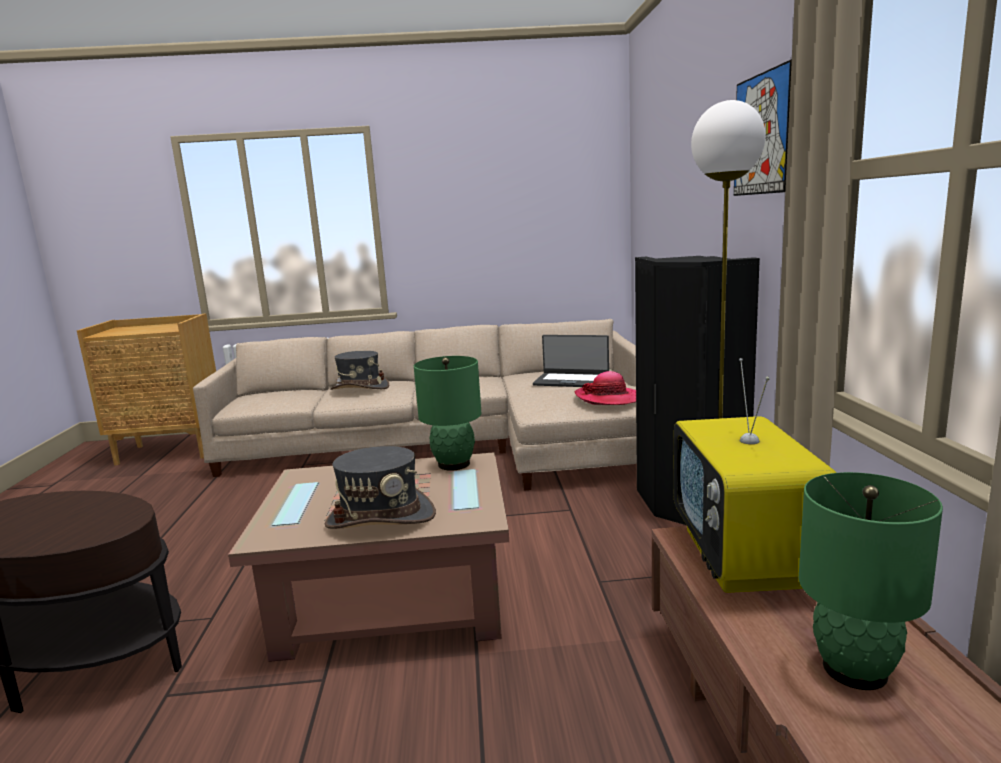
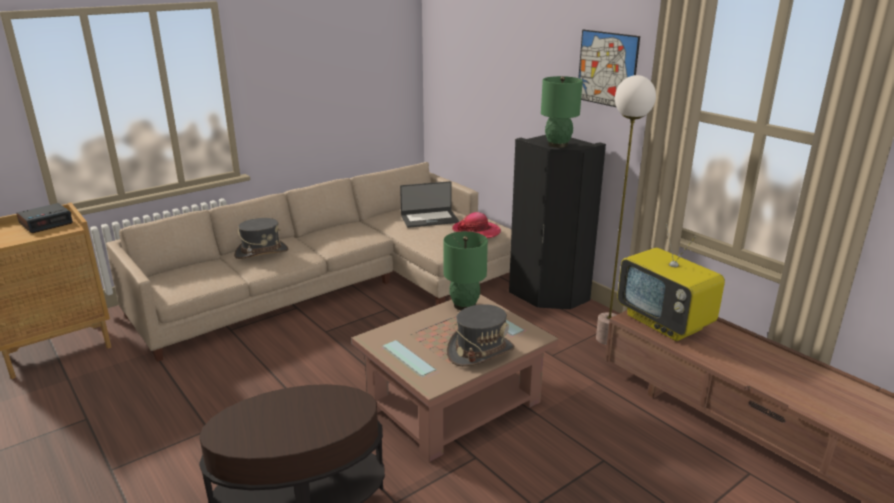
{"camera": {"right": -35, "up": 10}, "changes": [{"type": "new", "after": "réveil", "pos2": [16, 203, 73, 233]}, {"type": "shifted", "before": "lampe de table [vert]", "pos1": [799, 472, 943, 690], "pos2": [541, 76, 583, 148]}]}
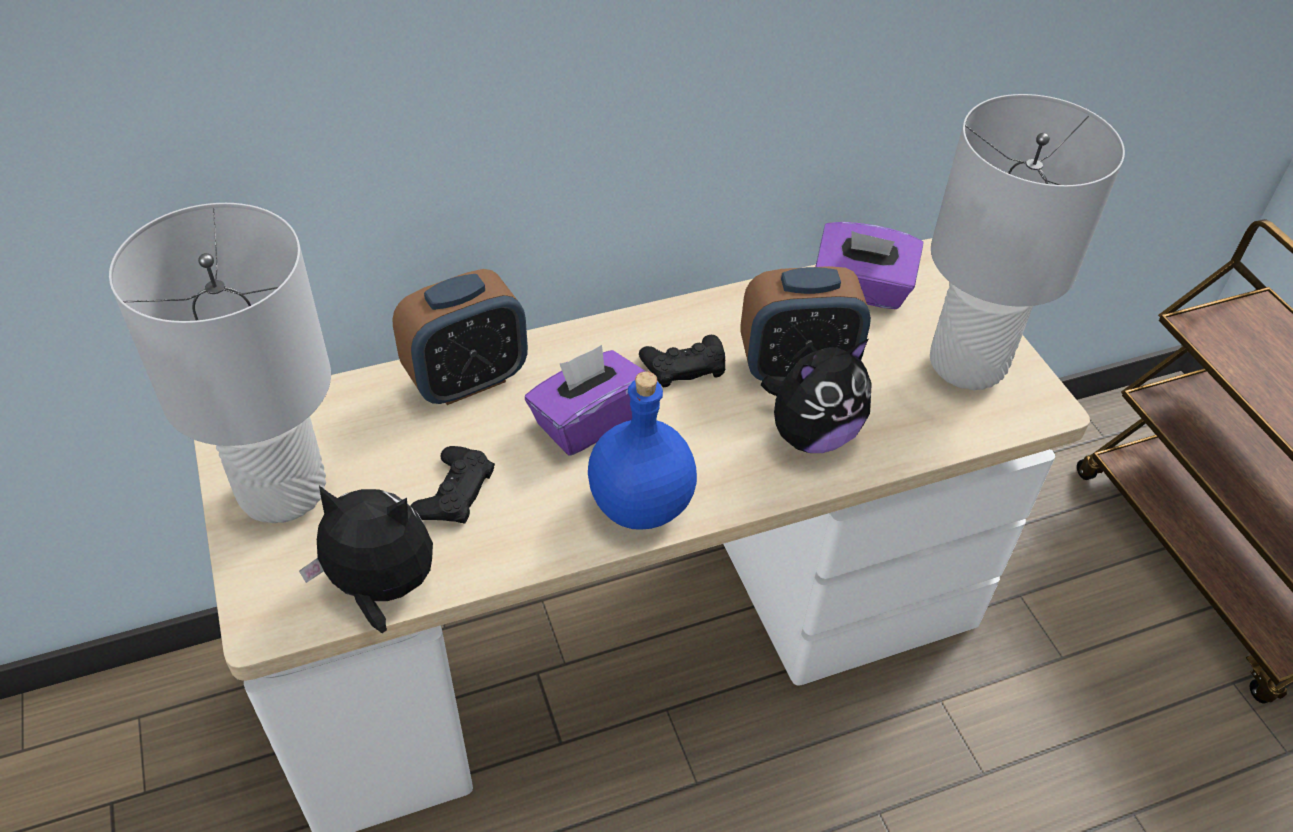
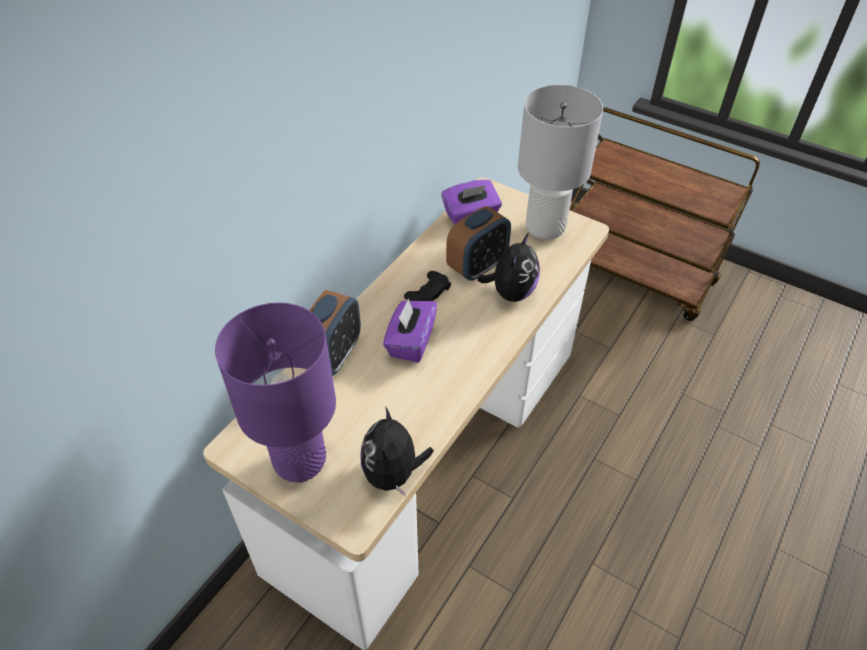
{"camera": {"right": -35, "up": 0}, "changes": [{"type": "repainted", "before": "lampe de table [gris]", "after": "lampe de table [violet]", "pos1": [109, 203, 331, 523], "pos2": [215, 303, 336, 483]}, {"type": "rotated", "before": "peluche", "pos1": [299, 485, 433, 633], "pos2": [360, 406, 434, 497], "turn": -60}, {"type": "gone", "before": "manette [noir]", "pos1": [410, 446, 495, 523]}, {"type": "gone", "before": "bouteille [bleu]", "pos1": [588, 371, 697, 530]}]}
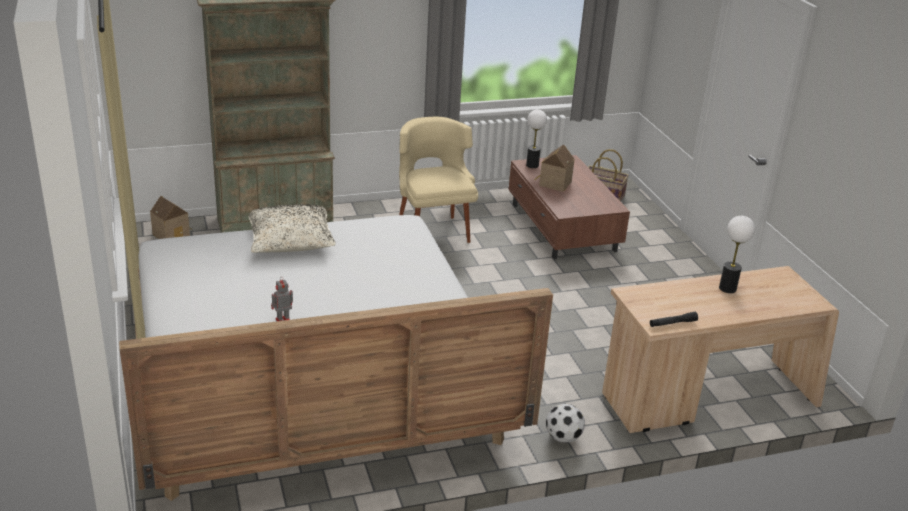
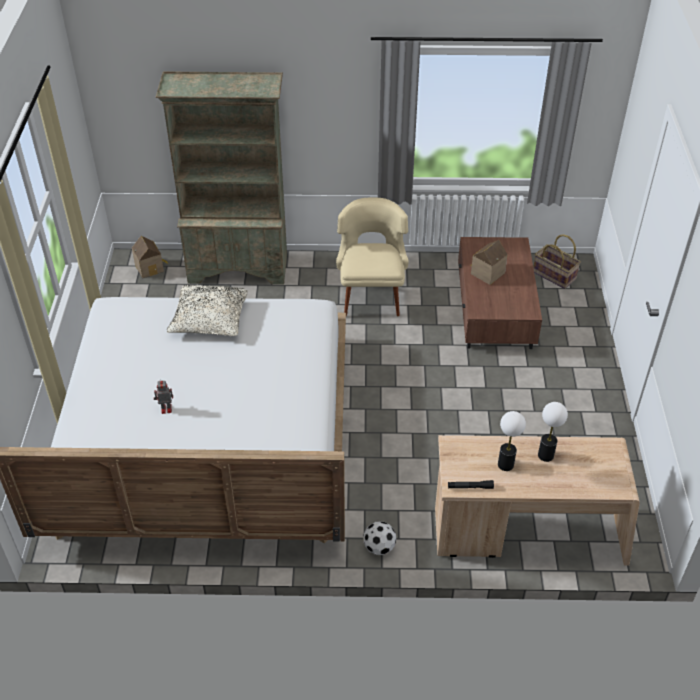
{"camera": {"right": 20, "up": 15}, "changes": [{"type": "shifted", "before": "lampe de table", "pos1": [526, 110, 547, 168], "pos2": [498, 411, 526, 471]}]}
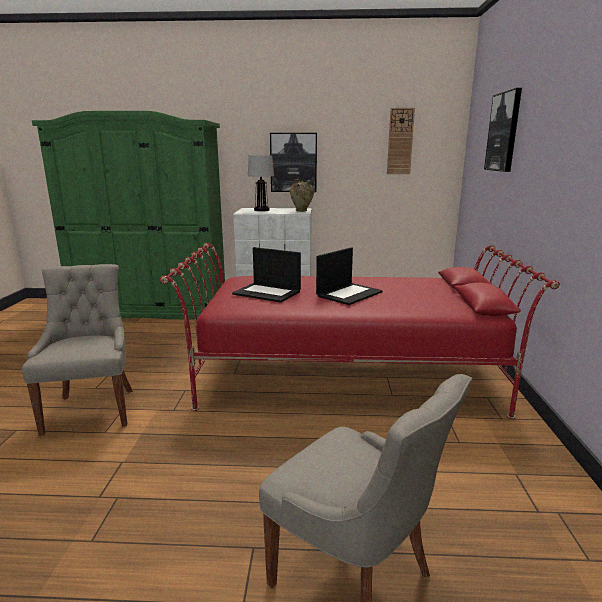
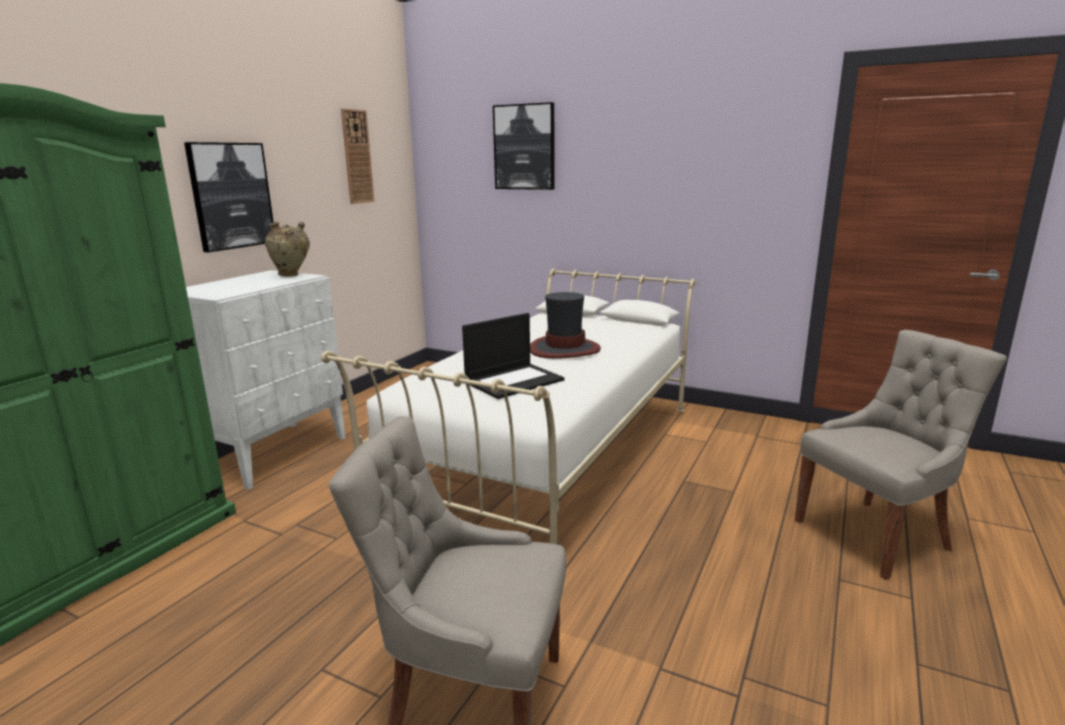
{"camera": {"right": -65, "up": 0}, "changes": [{"type": "repainted", "before": "lit [rouge]", "after": "lit [blanc]", "pos1": [160, 243, 560, 419], "pos2": [321, 268, 696, 544]}, {"type": "swapped", "before": "ordinateur portable", "after": "chapeau", "pos1": [316, 247, 383, 305], "pos2": [530, 292, 601, 359]}, {"type": "gone", "before": "lampe de table", "pos1": [248, 155, 274, 211]}]}
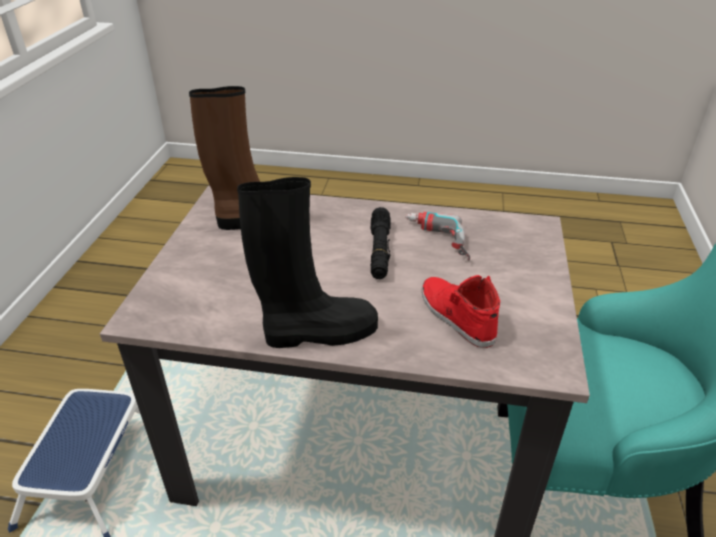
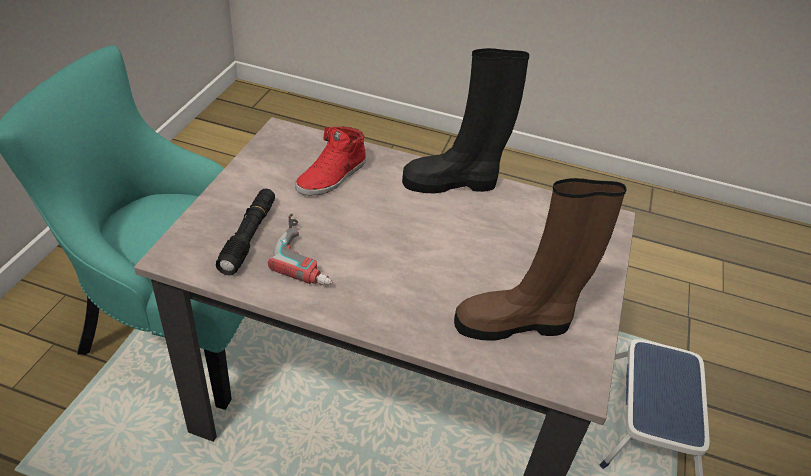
{"camera": {"right": -175, "up": 5}, "changes": [{"type": "shifted", "before": "lampe de poche [noir]", "pos1": [370, 207, 391, 279], "pos2": [216, 189, 275, 275]}, {"type": "rotated", "before": "chaussure [rouge]", "pos1": [422, 275, 500, 348], "pos2": [295, 127, 366, 196], "turn": 60}]}
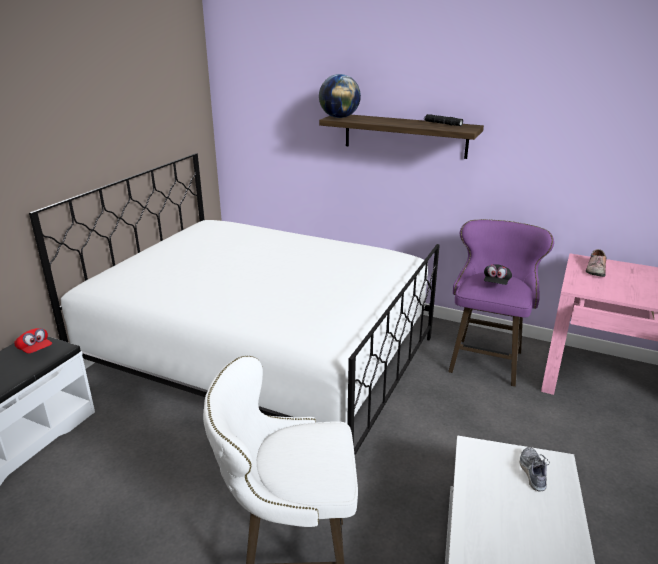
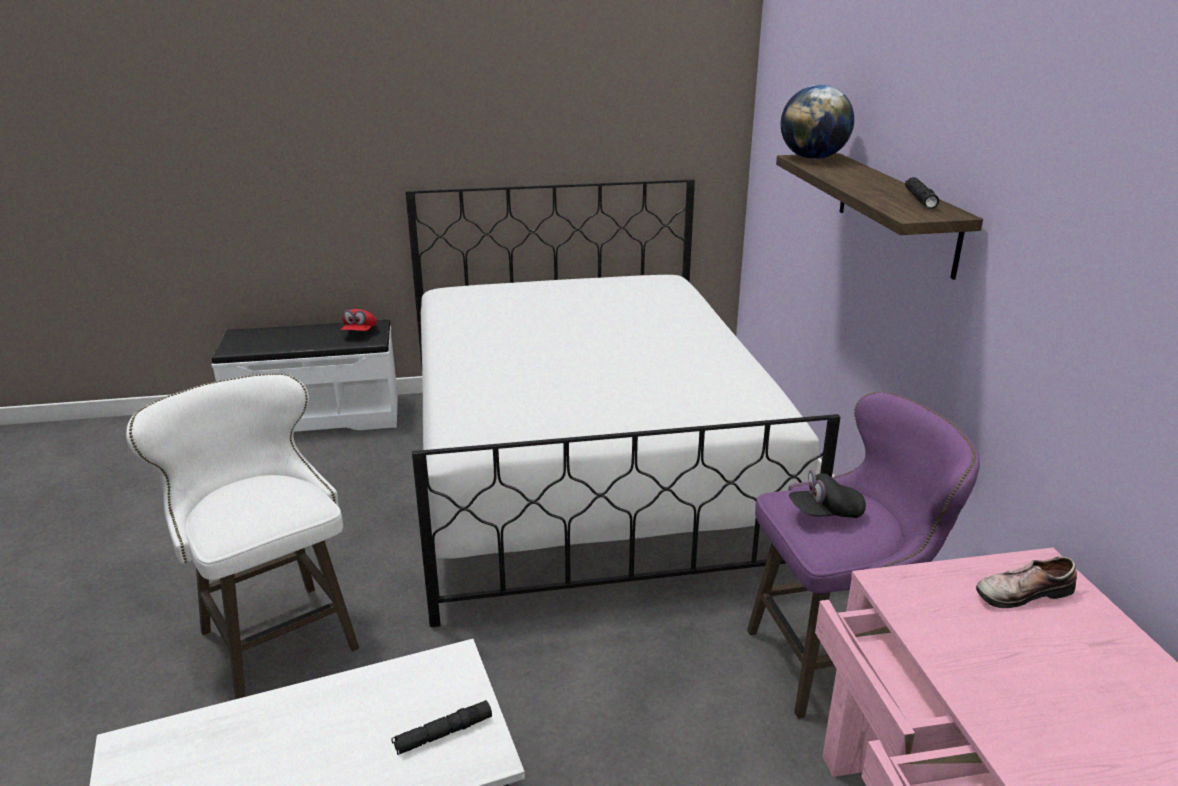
{"camera": {"right": 55, "up": 0}, "changes": [{"type": "swapped", "before": "chaussure", "after": "lampe de poche [noir]", "pos1": [520, 447, 550, 492], "pos2": [391, 700, 492, 755]}]}
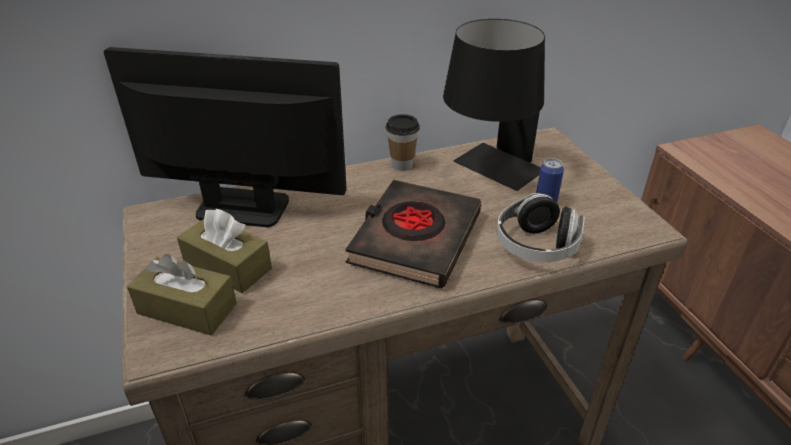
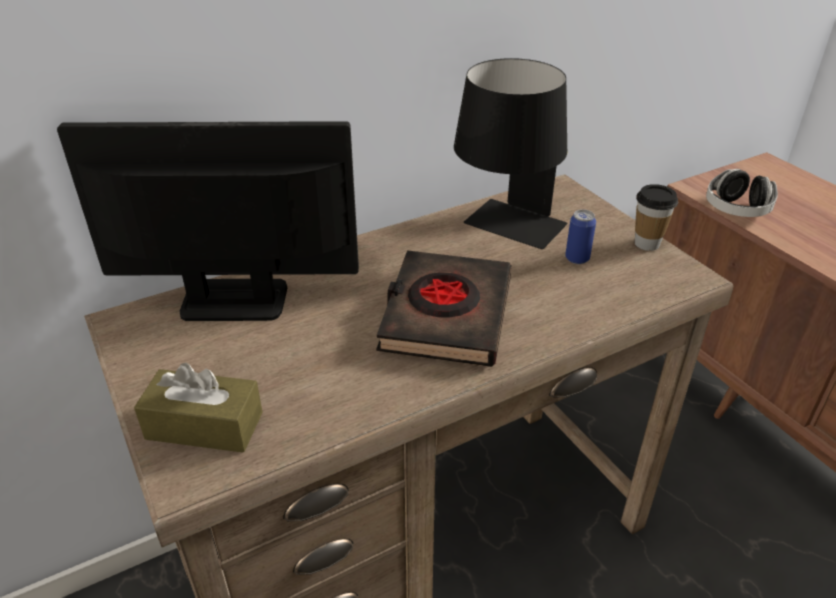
{"camera": {"right": -10, "up": 0}, "changes": [{"type": "shifted", "before": "tasse", "pos1": [386, 114, 420, 171], "pos2": [635, 184, 678, 251]}, {"type": "shifted", "before": "casque audio", "pos1": [497, 193, 584, 262], "pos2": [706, 169, 778, 217]}, {"type": "gone", "before": "boîte à mouchoirs [marron]", "pos1": [177, 209, 272, 293]}]}
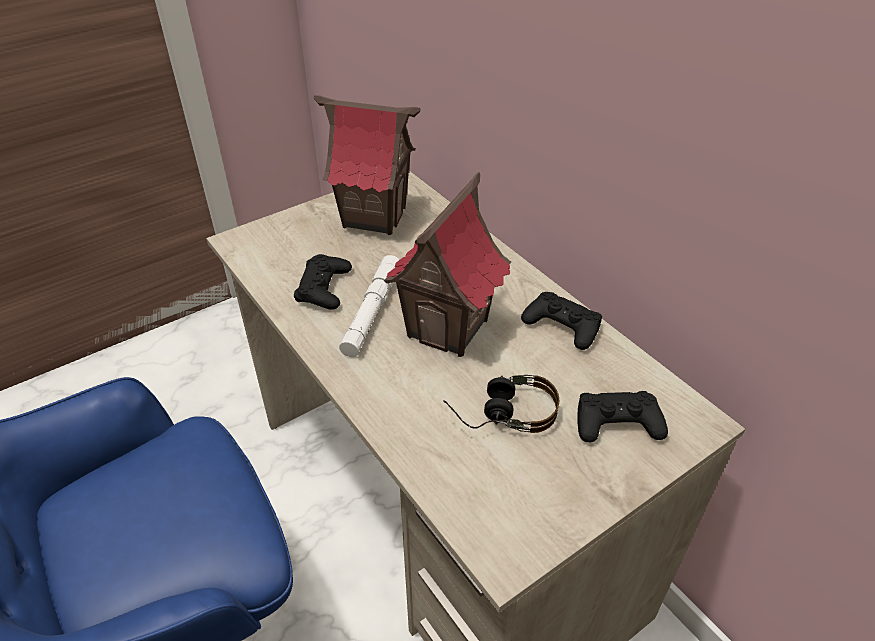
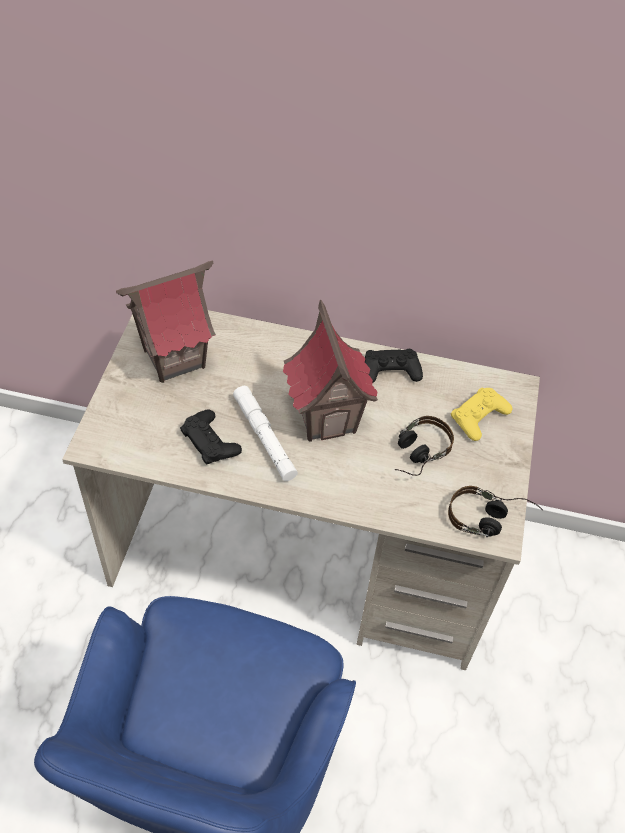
{"camera": {"right": -45, "up": 10}, "changes": [{"type": "new", "after": "casque audio", "pos2": [448, 486, 543, 538]}, {"type": "repainted", "before": "manette [noir]", "after": "manette [jaune]", "pos1": [578, 391, 668, 442], "pos2": [451, 387, 512, 441]}]}
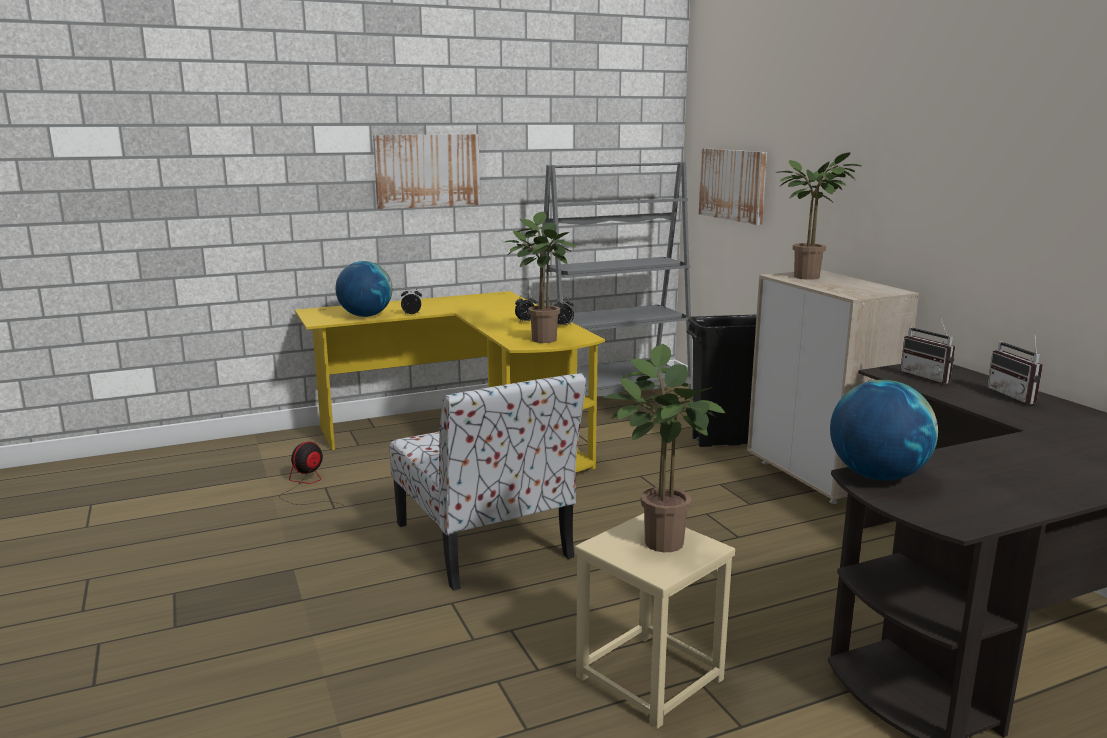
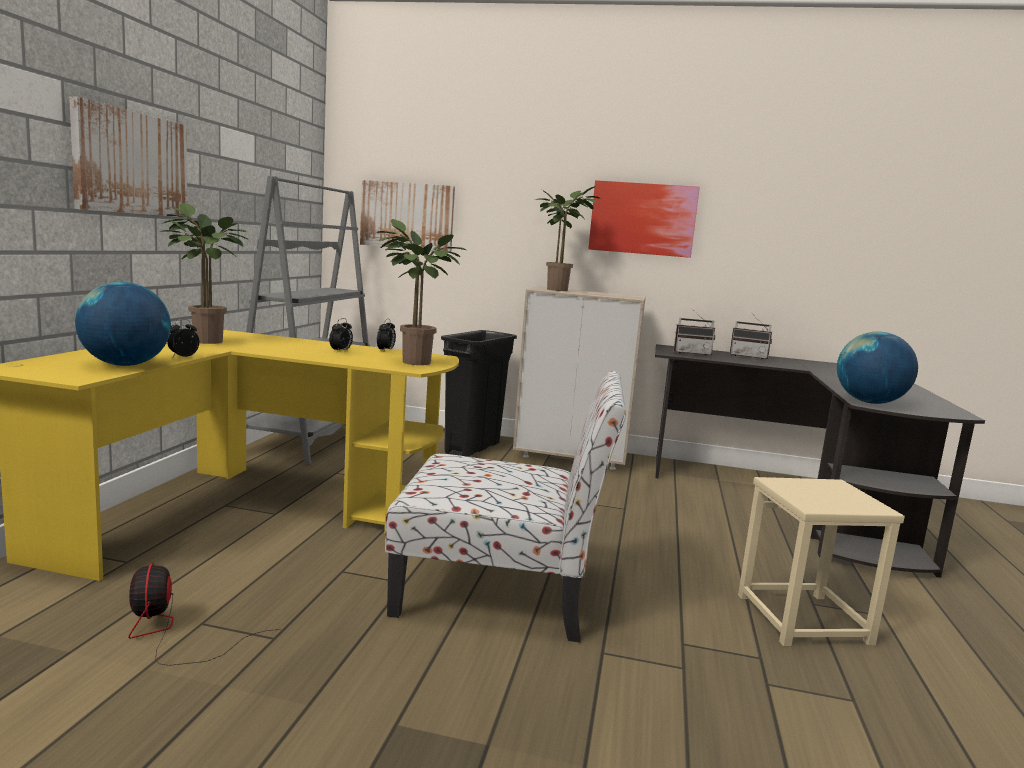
{"camera": {"right": -55, "up": -5}, "changes": [{"type": "shifted", "before": "plante en pot", "pos1": [603, 344, 725, 552], "pos2": [159, 203, 249, 344]}, {"type": "new", "after": "tableau", "pos2": [588, 180, 700, 258]}]}
